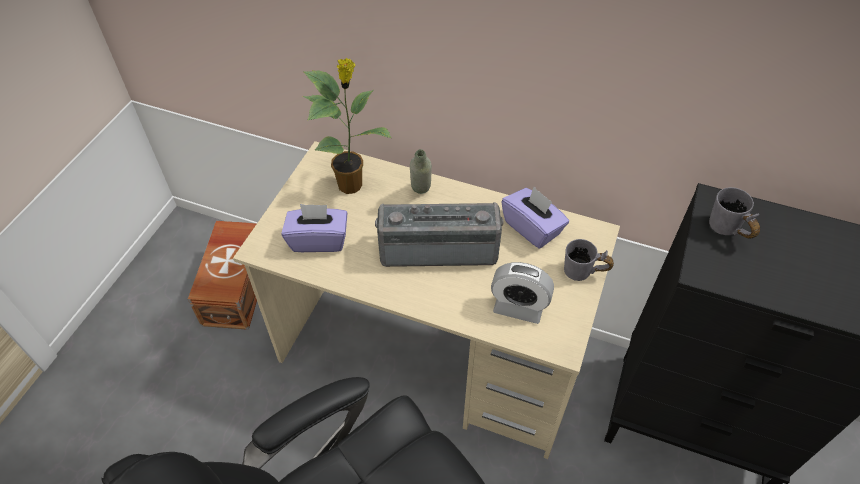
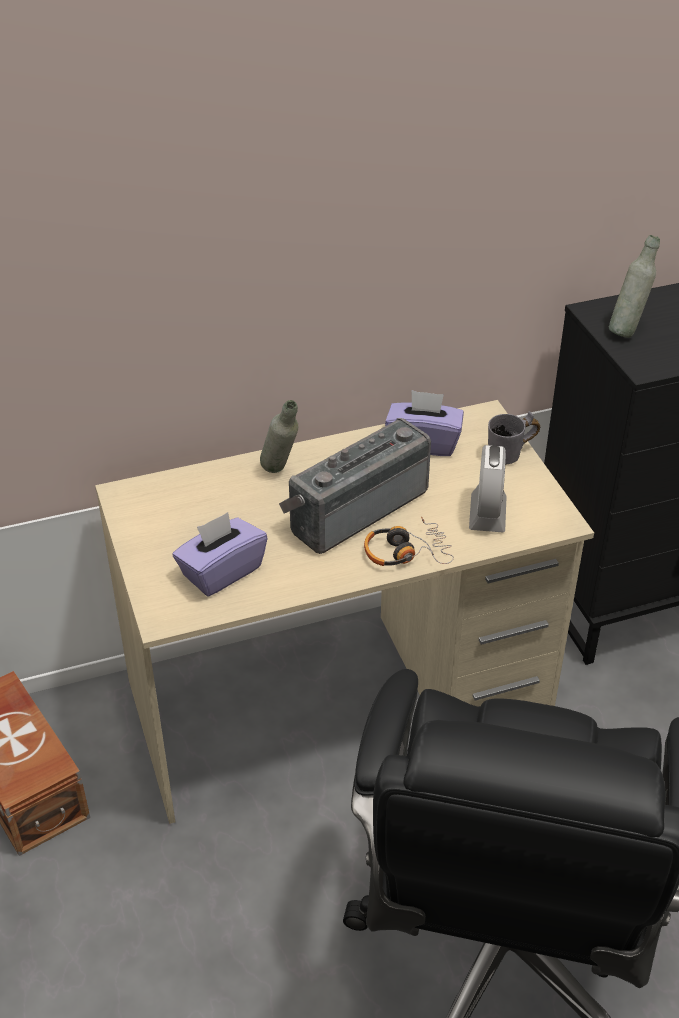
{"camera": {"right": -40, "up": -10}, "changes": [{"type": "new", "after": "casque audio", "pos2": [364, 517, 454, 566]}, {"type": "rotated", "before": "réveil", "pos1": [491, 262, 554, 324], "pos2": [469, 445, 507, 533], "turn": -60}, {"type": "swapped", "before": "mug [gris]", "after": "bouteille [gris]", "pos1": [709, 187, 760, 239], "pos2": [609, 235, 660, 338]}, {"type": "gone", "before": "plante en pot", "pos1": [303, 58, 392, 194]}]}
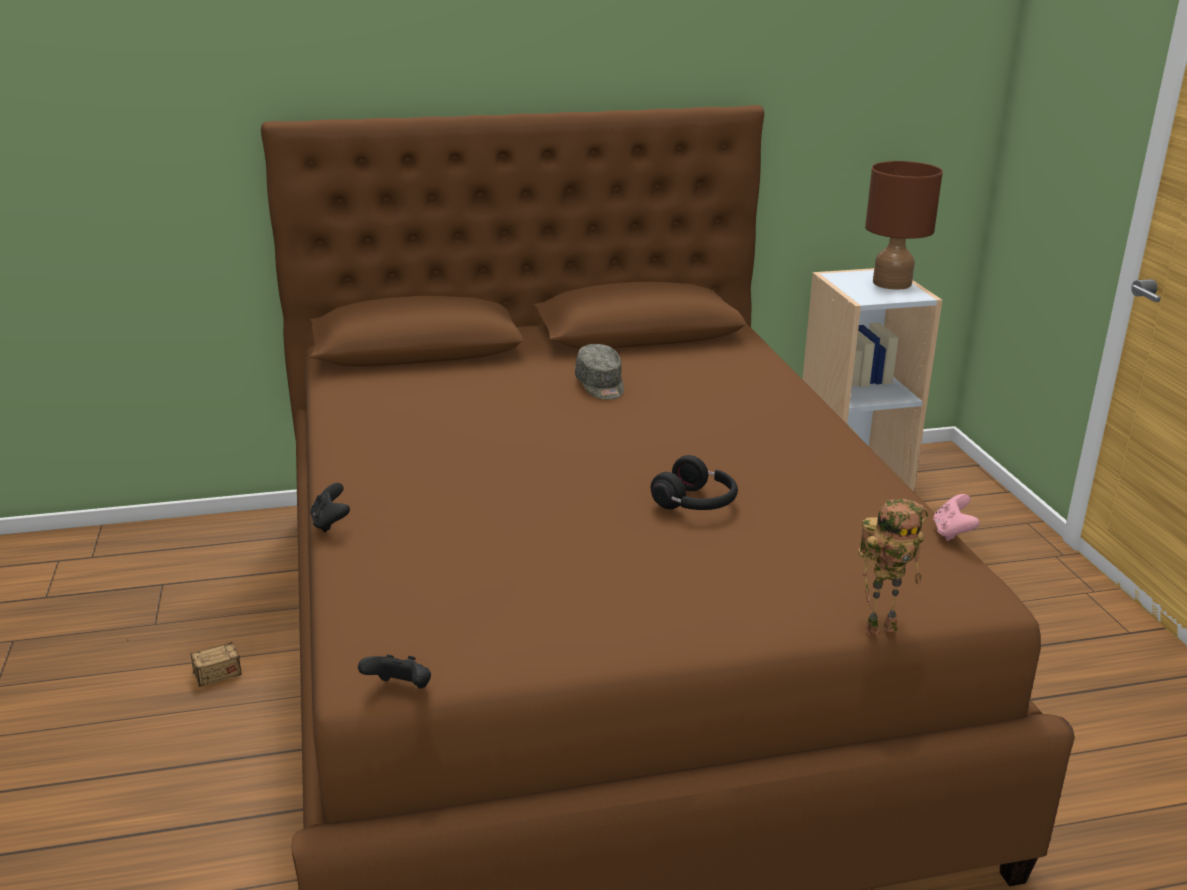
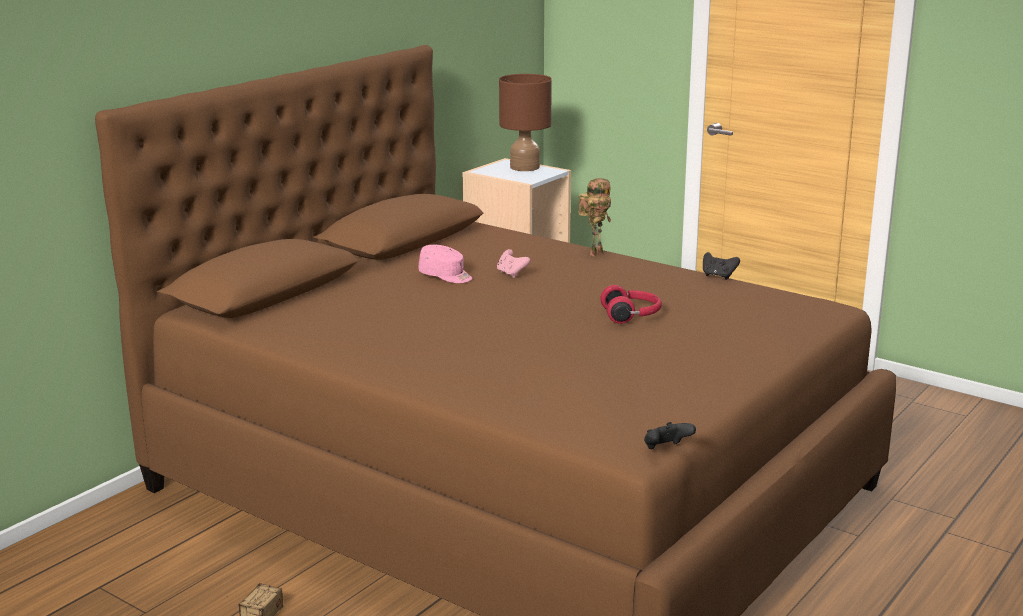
{"camera": {"right": -40, "up": -5}, "changes": [{"type": "repainted", "before": "casquette [gris]", "after": "casquette [rose]", "pos1": [575, 344, 624, 400], "pos2": [419, 245, 472, 283]}, {"type": "shifted", "before": "manette [rose]", "pos1": [933, 494, 980, 541], "pos2": [497, 249, 530, 278]}, {"type": "shifted", "before": "robot jouet", "pos1": [858, 499, 928, 635], "pos2": [578, 178, 611, 256]}, {"type": "repainted", "before": "casque audio [noir]", "after": "casque audio [rouge]", "pos1": [651, 455, 738, 510], "pos2": [600, 285, 662, 324]}, {"type": "shifted", "before": "manette [noir]", "pos1": [310, 483, 350, 532], "pos2": [703, 252, 740, 280]}]}
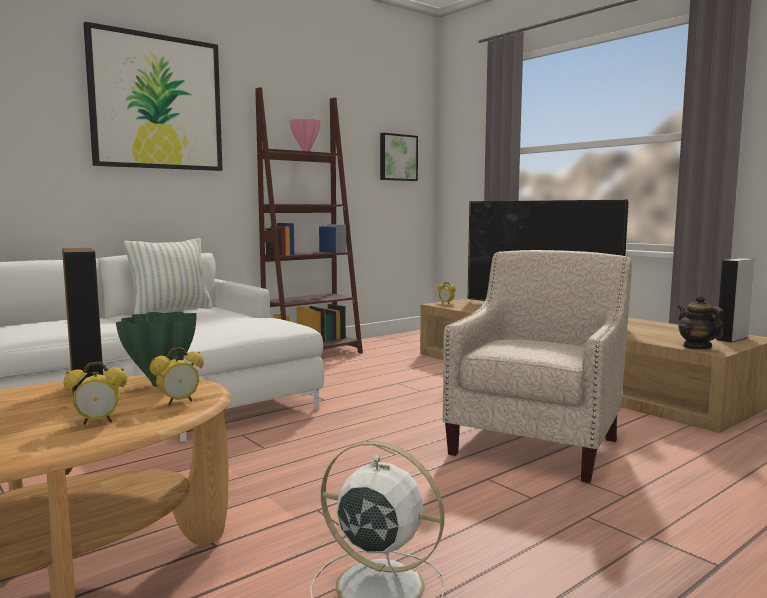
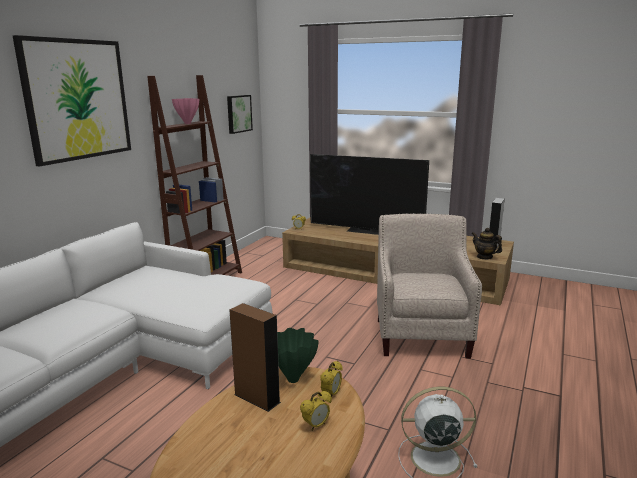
{"camera": {"right": -25, "up": 10}, "changes": [{"type": "gone", "before": "coussin", "pos1": [124, 238, 213, 314]}]}
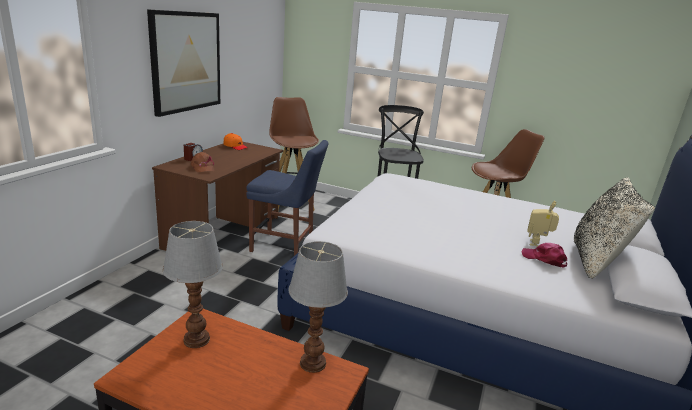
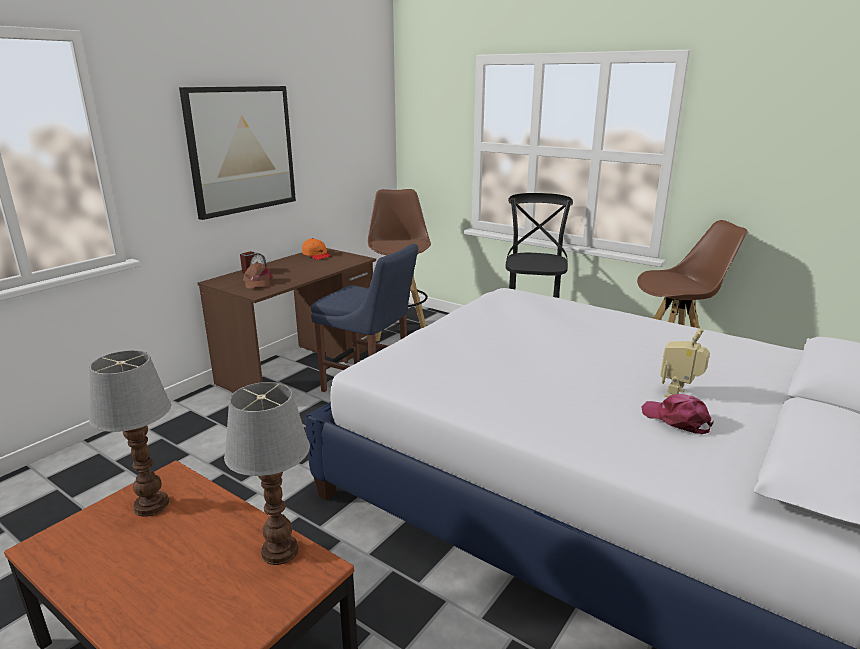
{"camera": {"right": 15, "up": 0}, "changes": [{"type": "gone", "before": "coussin [beige]", "pos1": [574, 177, 655, 278]}]}
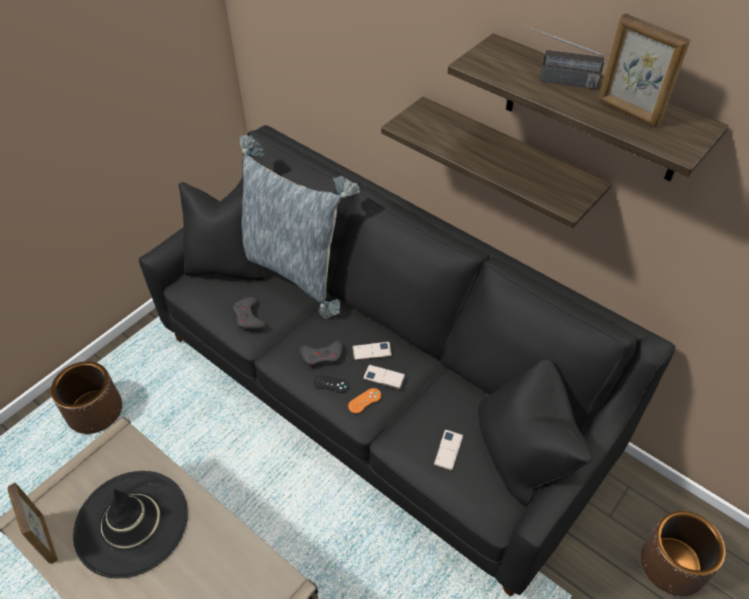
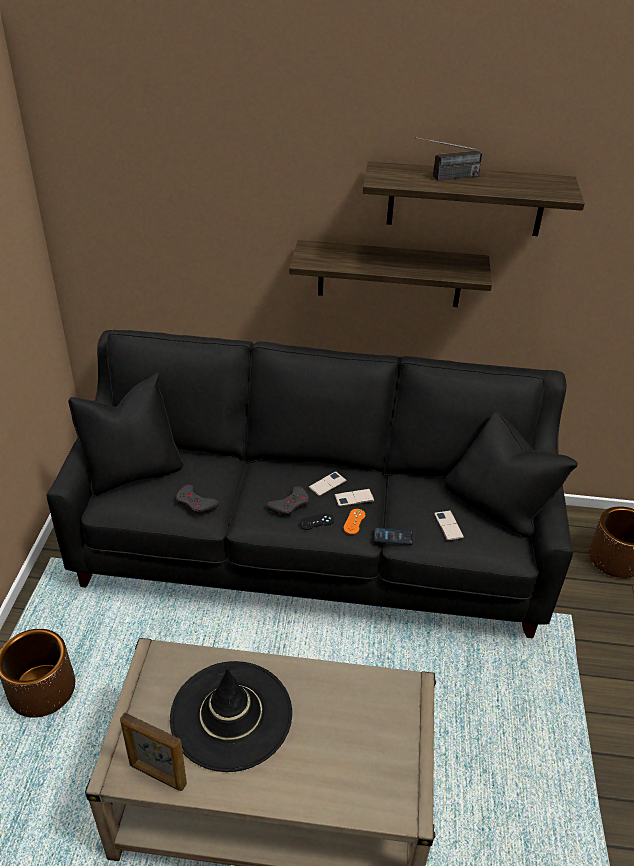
{"camera": {"right": -35, "up": -10}, "changes": [{"type": "new", "after": "téléphone", "pos2": [374, 527, 413, 545]}, {"type": "gone", "before": "coussin", "pos1": [240, 135, 360, 319]}, {"type": "gone", "before": "cadre photo", "pos1": [598, 13, 690, 127]}]}
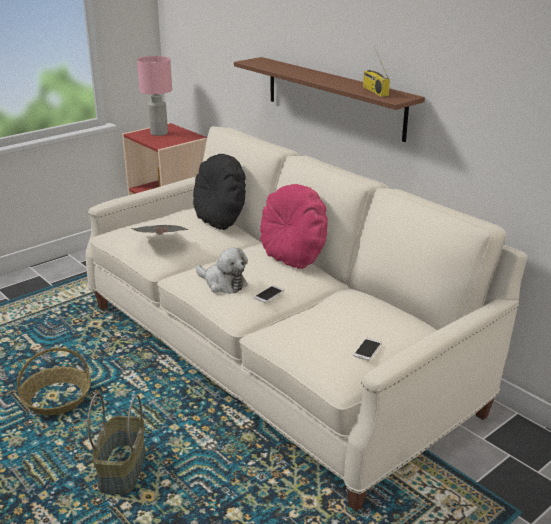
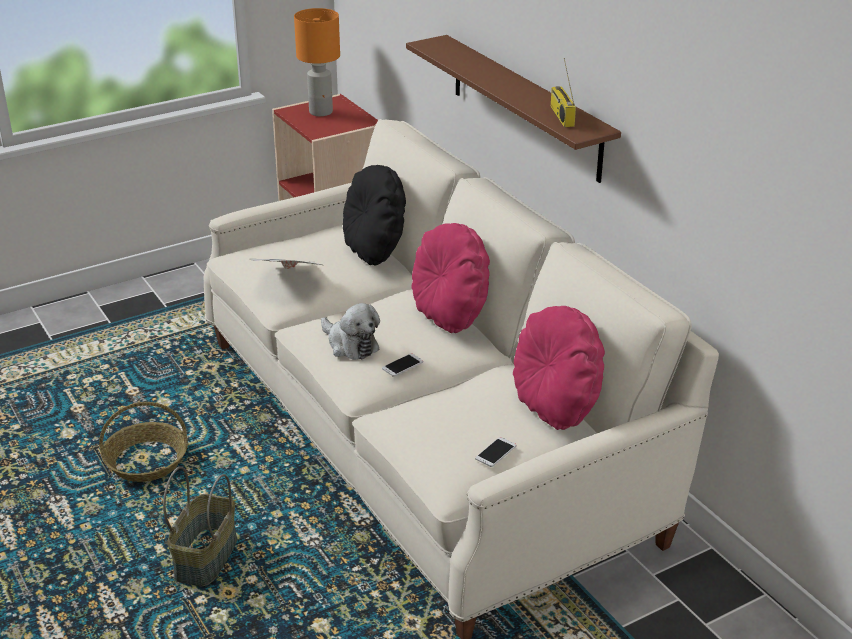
{"camera": {"right": 10, "up": 5}, "changes": [{"type": "repainted", "before": "lampe de table [rose]", "after": "lampe de table [orange]", "pos1": [137, 56, 172, 136], "pos2": [294, 8, 340, 116]}, {"type": "new", "after": "coussin [rose]", "pos2": [513, 306, 605, 430]}]}
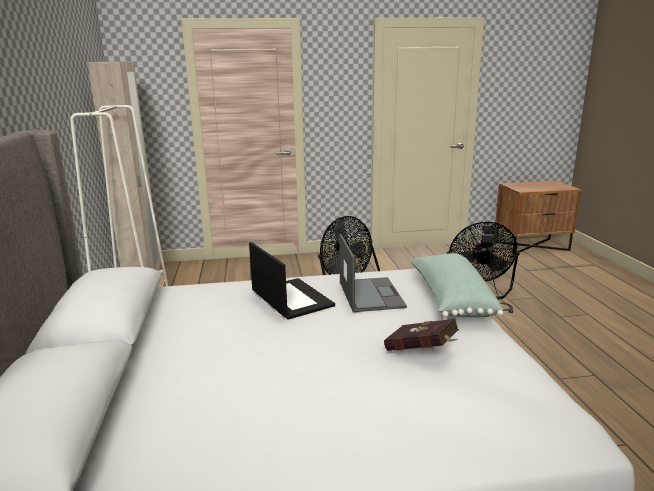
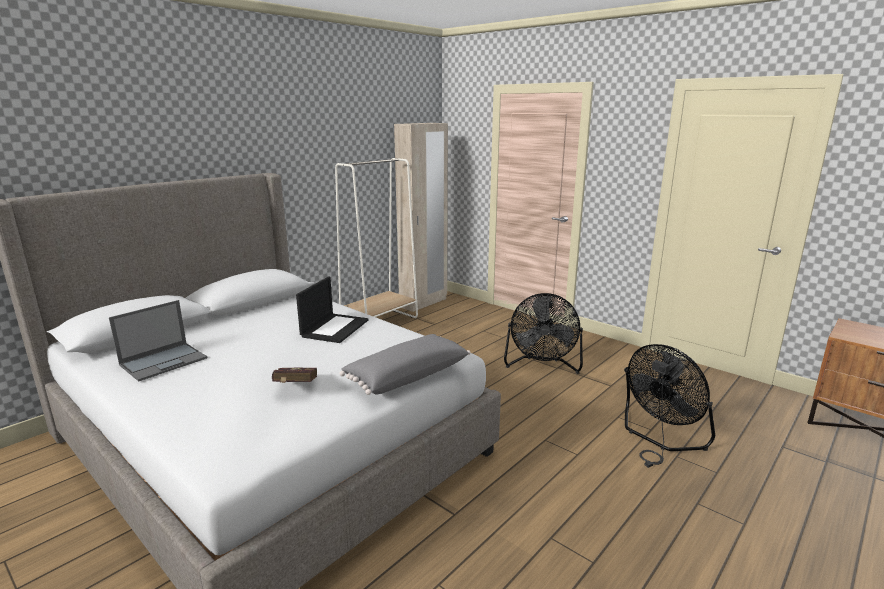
{"camera": {"right": 50, "up": 0}, "changes": [{"type": "shifted", "before": "ordinateur portable", "pos1": [339, 234, 407, 312], "pos2": [109, 300, 207, 381]}, {"type": "repainted", "before": "coussin [vert]", "after": "coussin [gris]", "pos1": [410, 253, 503, 317], "pos2": [339, 334, 470, 395]}]}
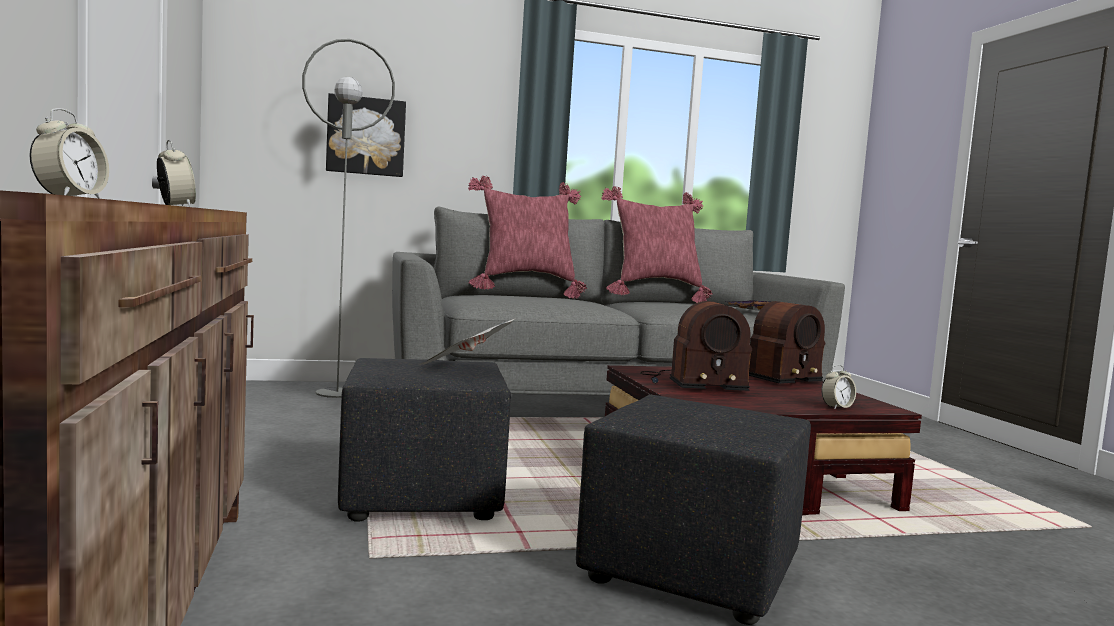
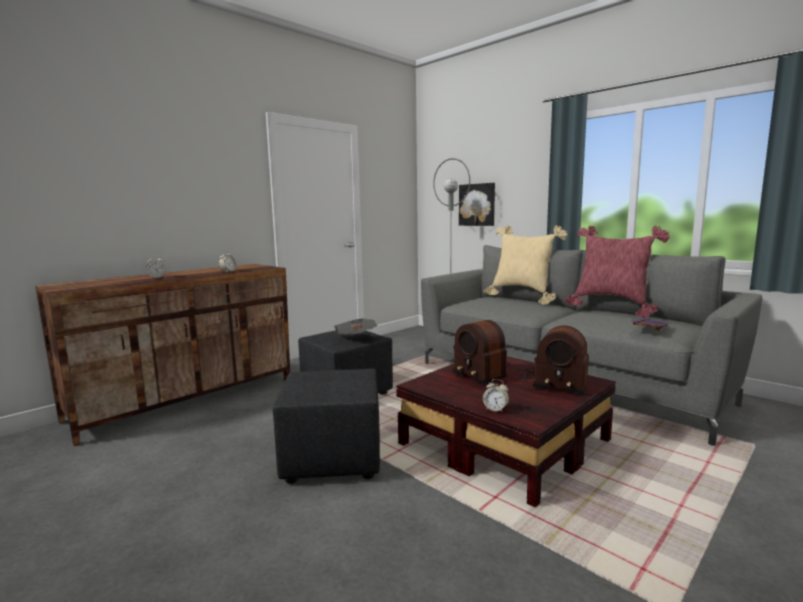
{"camera": {"right": 60, "up": 5}, "changes": [{"type": "repainted", "before": "coussin [rouge]", "after": "coussin [beige]", "pos1": [468, 175, 587, 299], "pos2": [483, 225, 567, 305]}]}
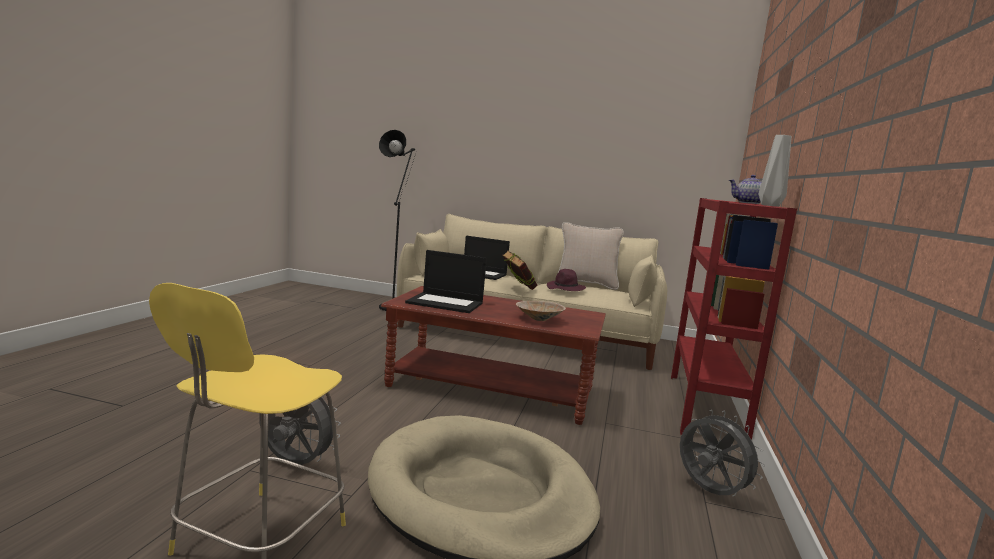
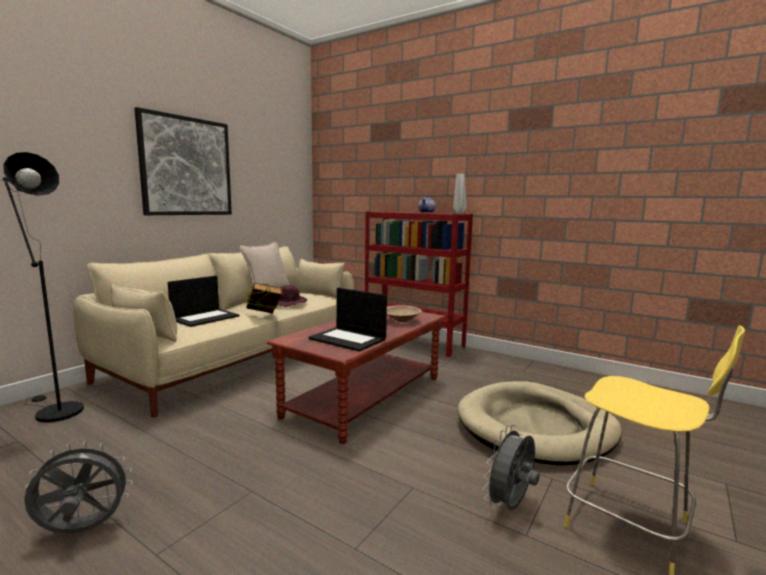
{"camera": {"right": -70, "up": 0}, "changes": [{"type": "shifted", "before": "ventilateur [gris]", "pos1": [680, 410, 765, 496], "pos2": [24, 441, 133, 534]}, {"type": "new", "after": "tableau", "pos2": [134, 107, 232, 215]}, {"type": "rotated", "before": "ordinateur portable", "pos1": [405, 250, 487, 313], "pos2": [309, 288, 387, 352], "turn": 90}]}
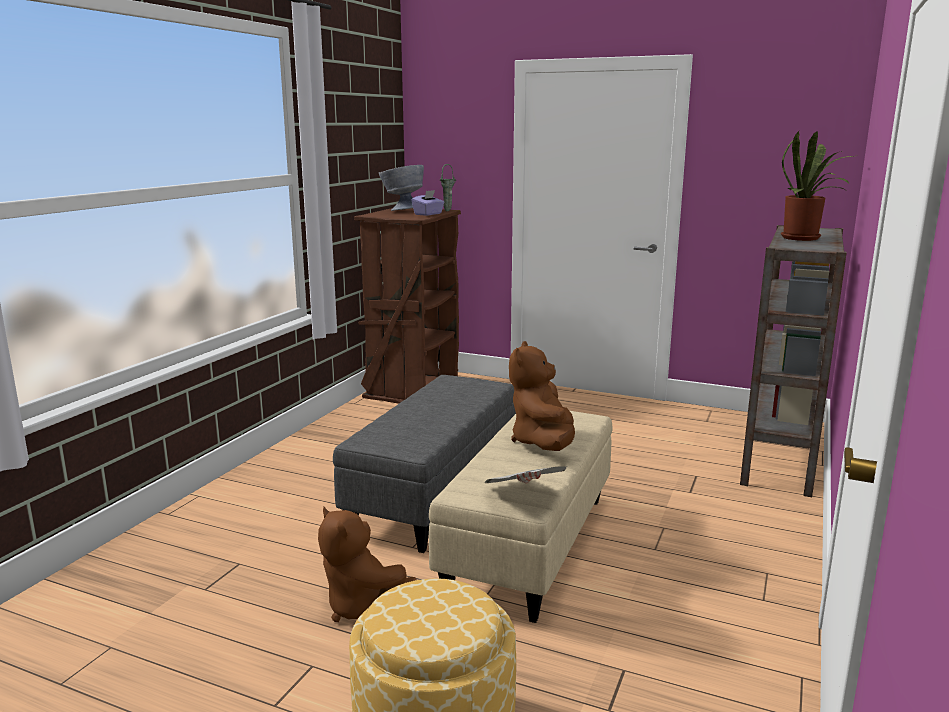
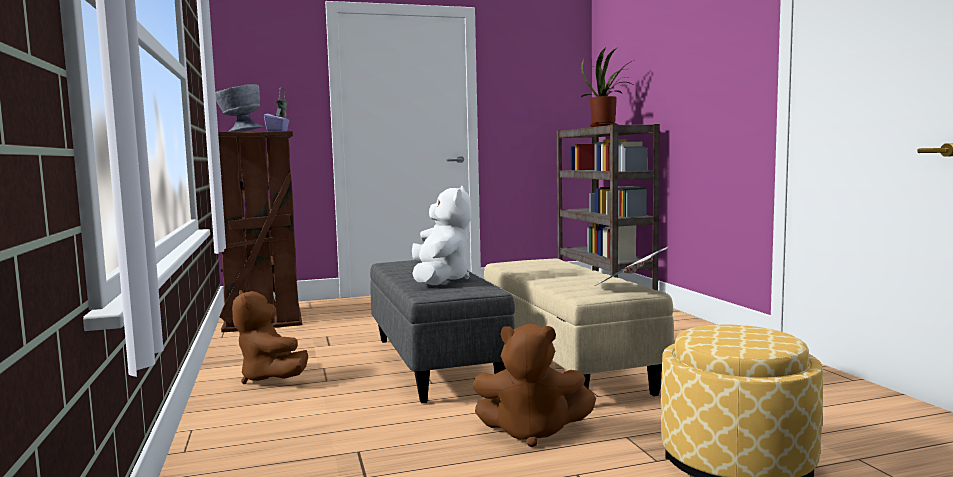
{"camera": {"right": -40, "up": -10}, "changes": [{"type": "shifted", "before": "peluche [marron]", "pos1": [509, 341, 575, 451], "pos2": [232, 290, 308, 384]}, {"type": "new", "after": "peluche [blanc]", "pos2": [412, 186, 471, 285]}]}
